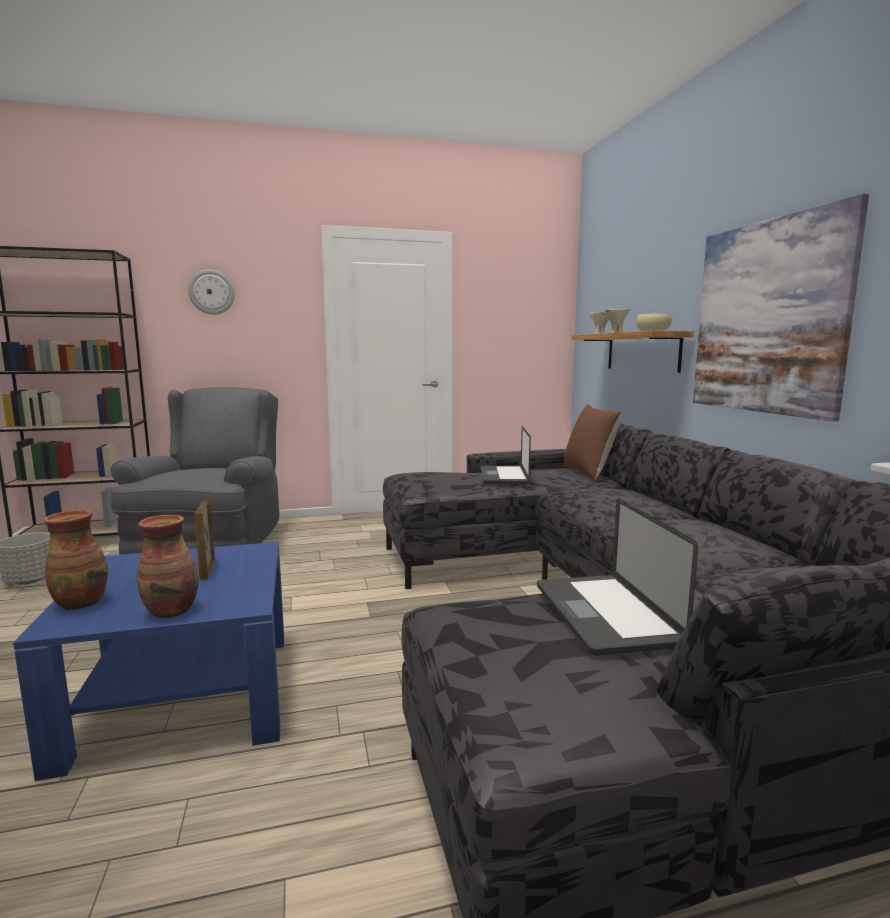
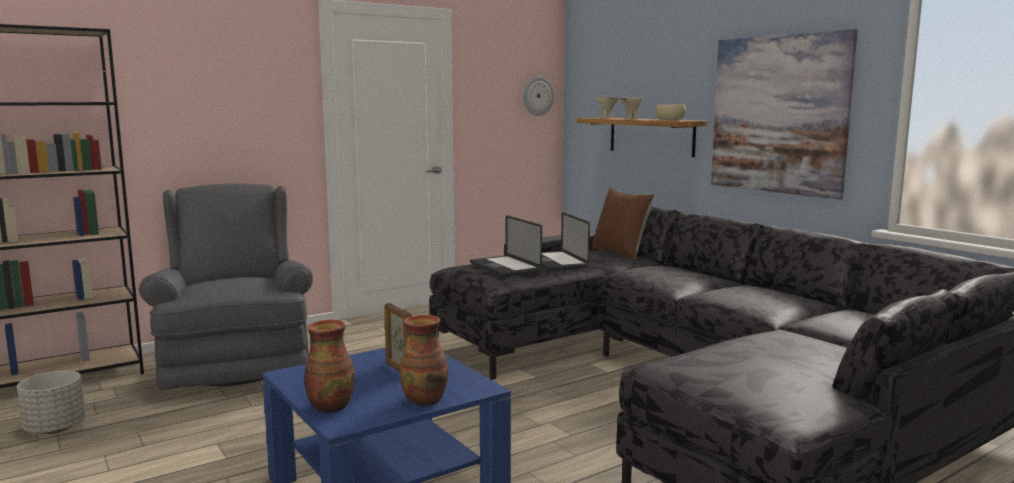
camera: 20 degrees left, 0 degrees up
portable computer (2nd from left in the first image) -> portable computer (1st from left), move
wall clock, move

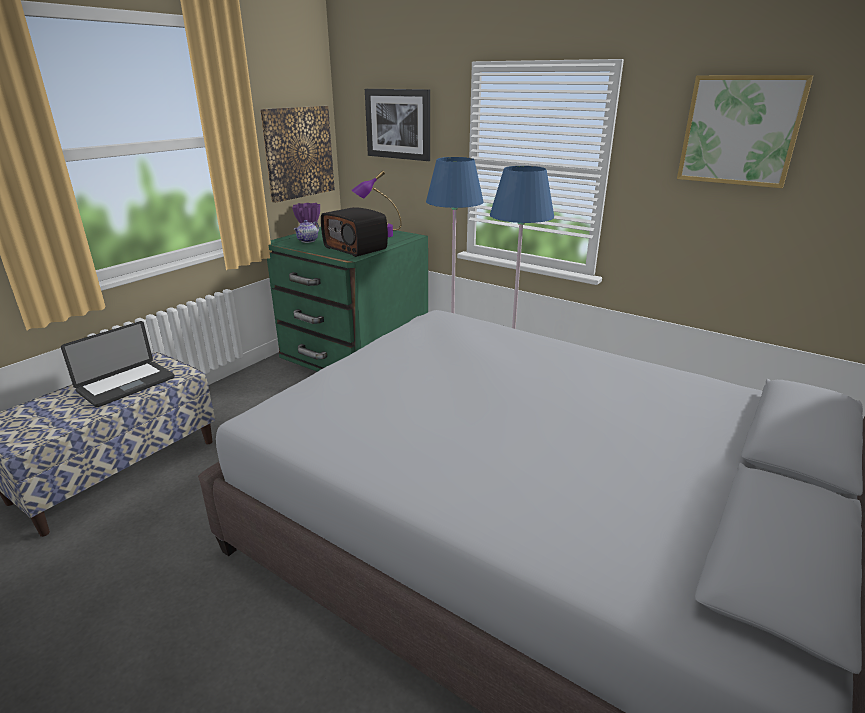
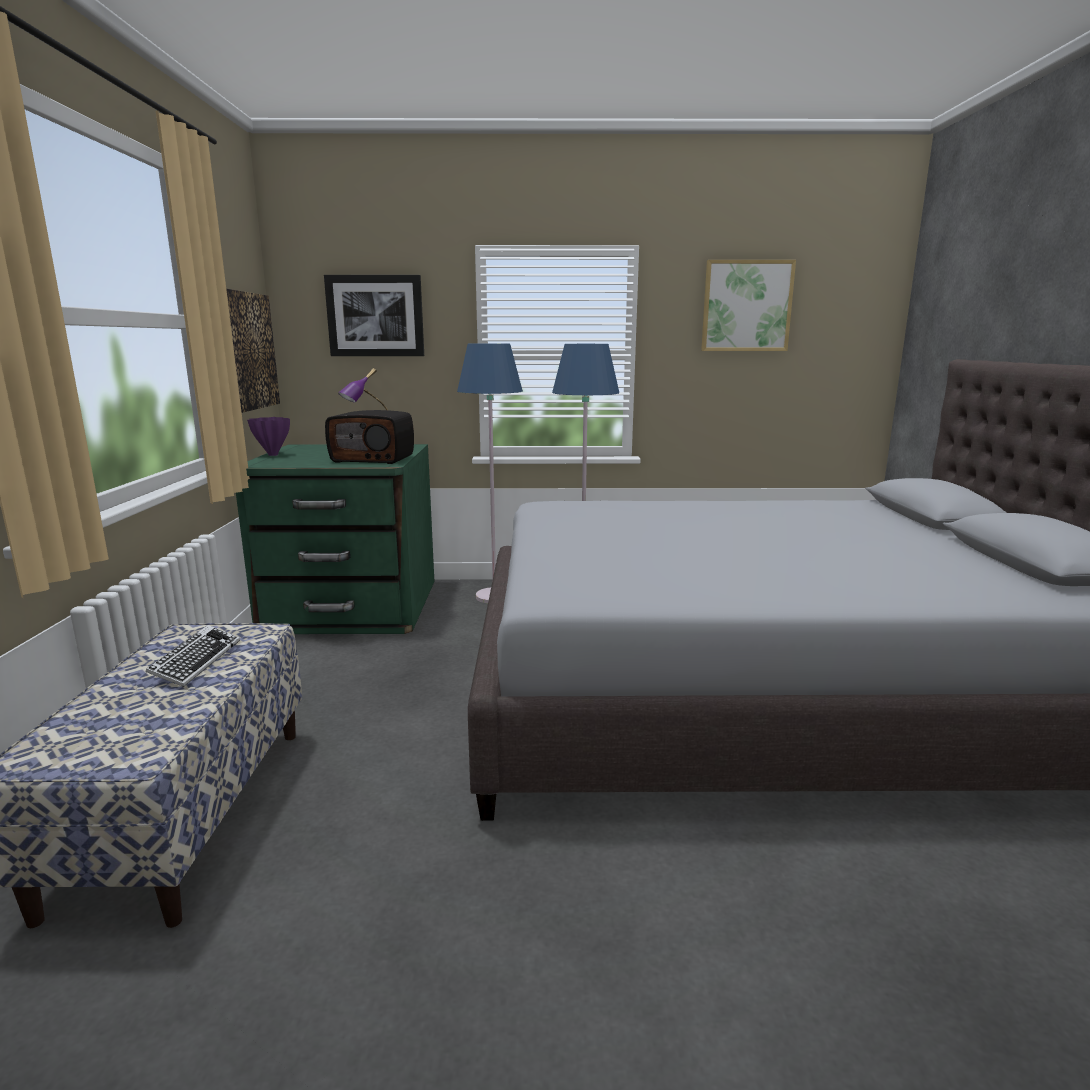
camera: 35 degrees left, 10 degrees down
portable computer -> keyboard
teapot -> none

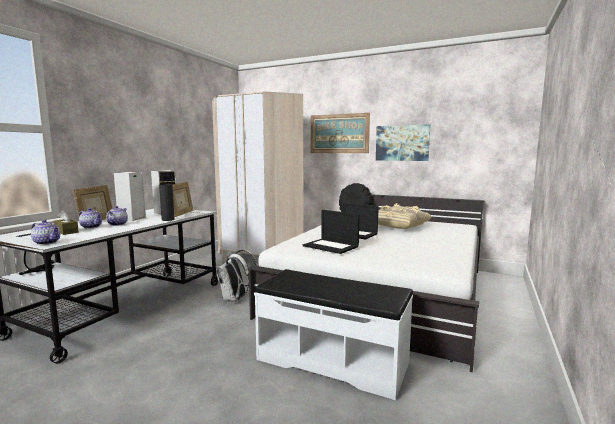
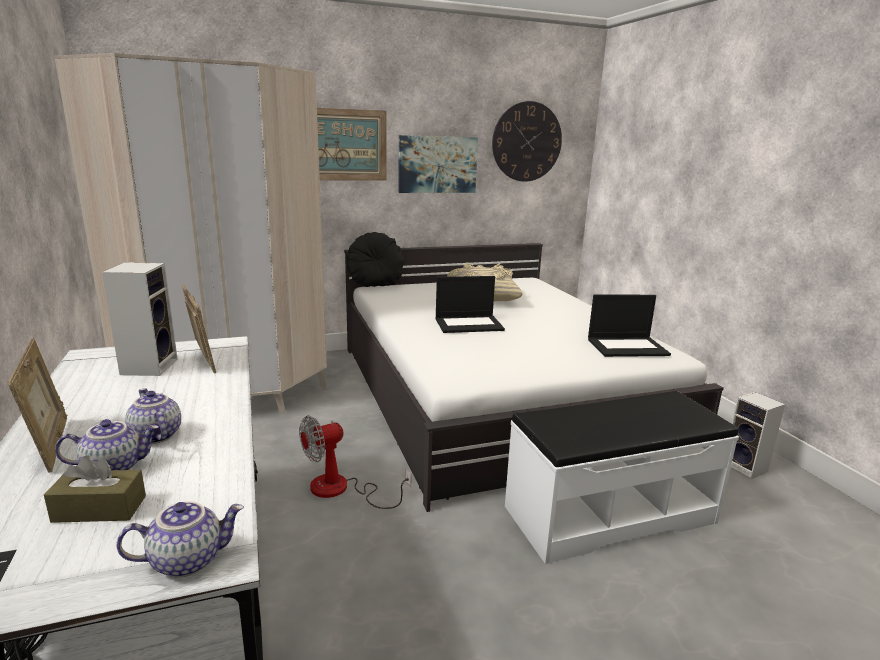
camera: 45 degrees left, 10 degrees up
knapsack (white-coloured) -> electric fan
none -> wall clock
portable computer (1st from left in the first image) -> portable computer (2nd from left), move
audio speaker (1st from left in the first image) -> audio speaker (2nd from left), move
vase (black-coloured) -> none

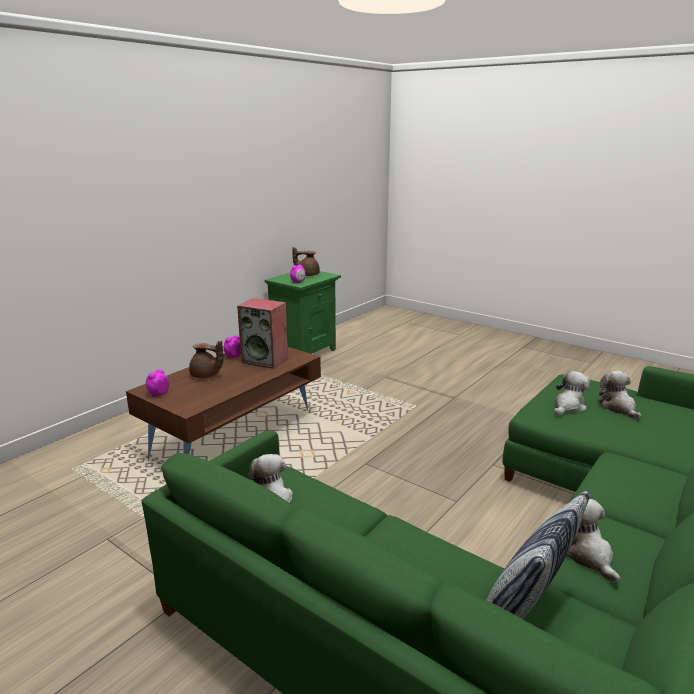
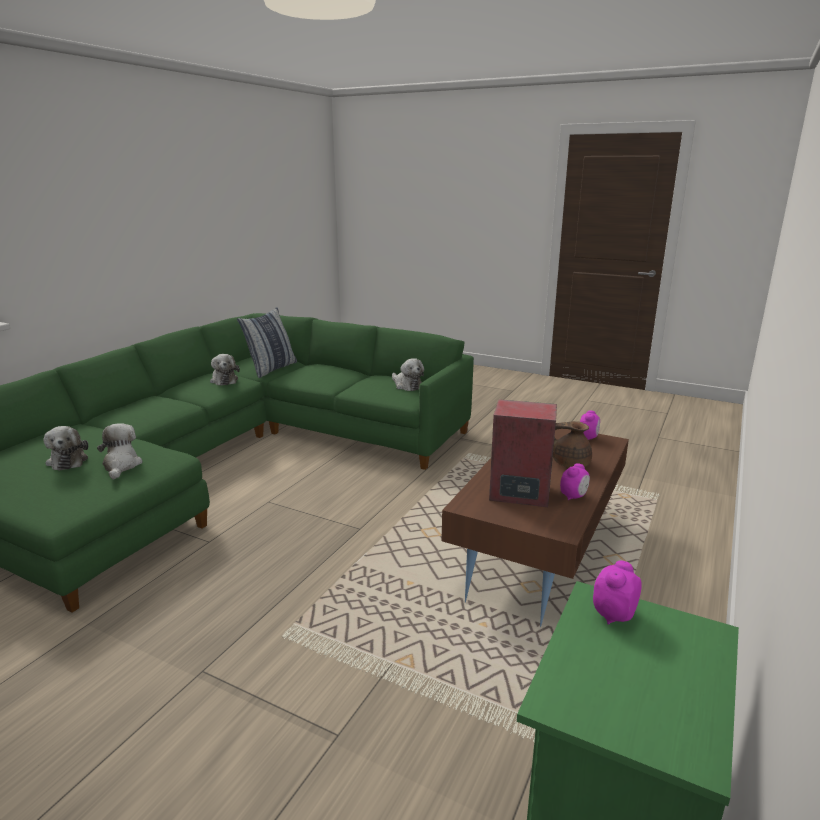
camera: 170 degrees right, 0 degrees up
cuddly toy (2nd from left), 135 degrees clockwise
teapot (brown-coloured) (2nd from left) -> none

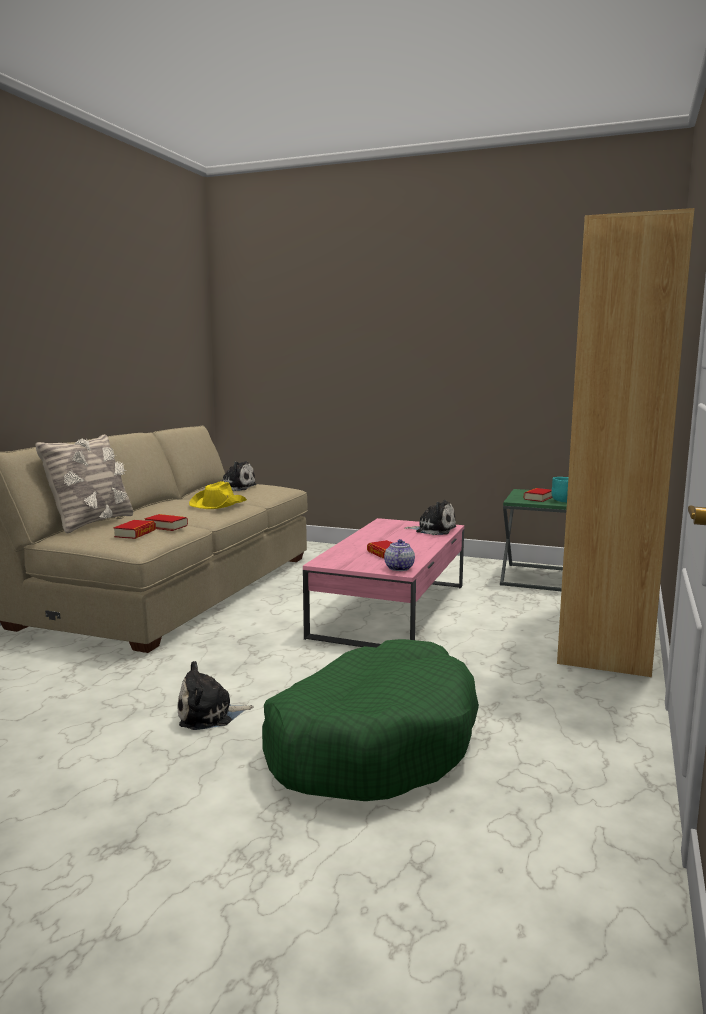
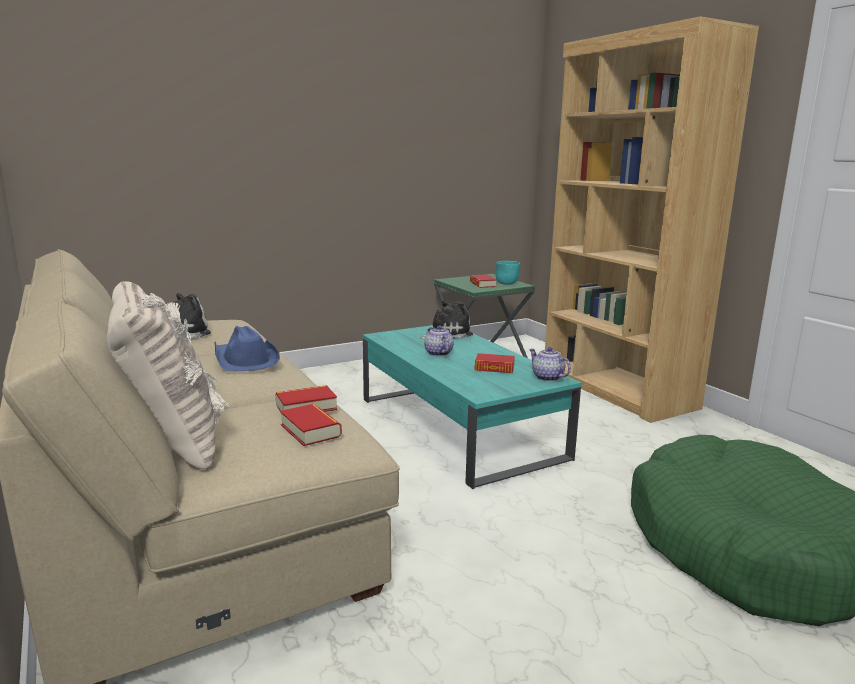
camera: 50 degrees left, 5 degrees up
clothing hat (yellow) -> clothing hat (blue-coloured)
lounge table (pinkish) -> lounge table (blue-green)
none -> teapot (1st from left)
cuddly toy (1st from left) -> none

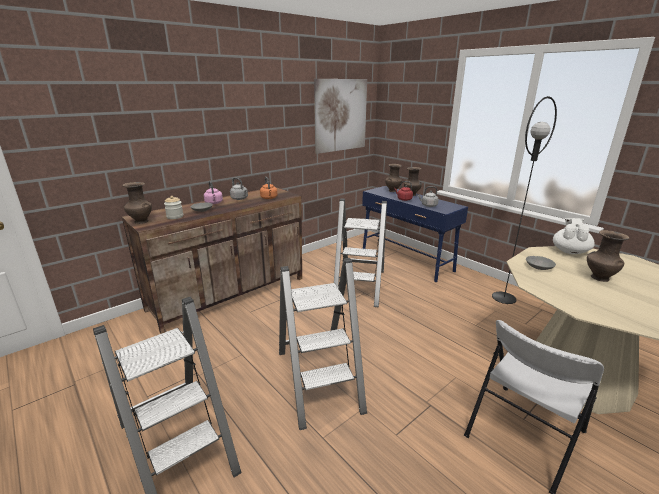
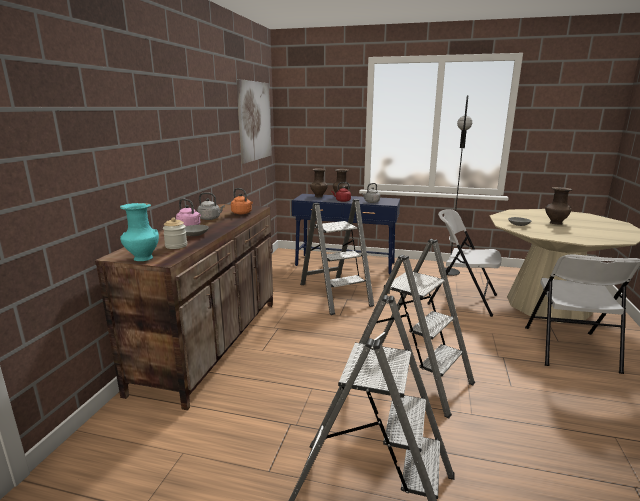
camera: 35 degrees left, 5 degrees down
vase (brown-coloured) (1st from left) -> vase (blue-green)
none -> upright chair (white-coloured) (1st from left)
teapot (white-coloured) -> none

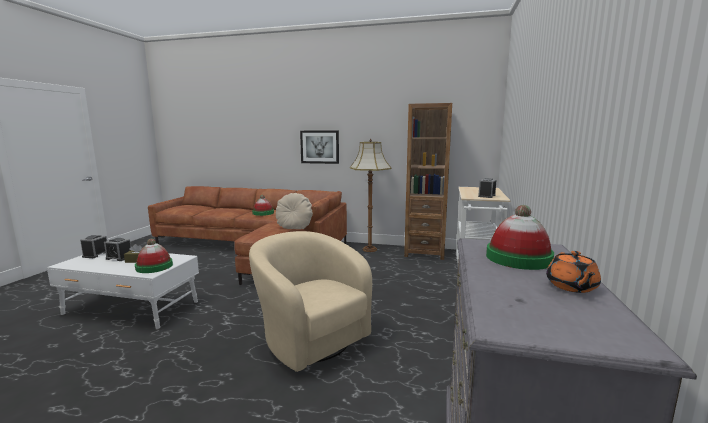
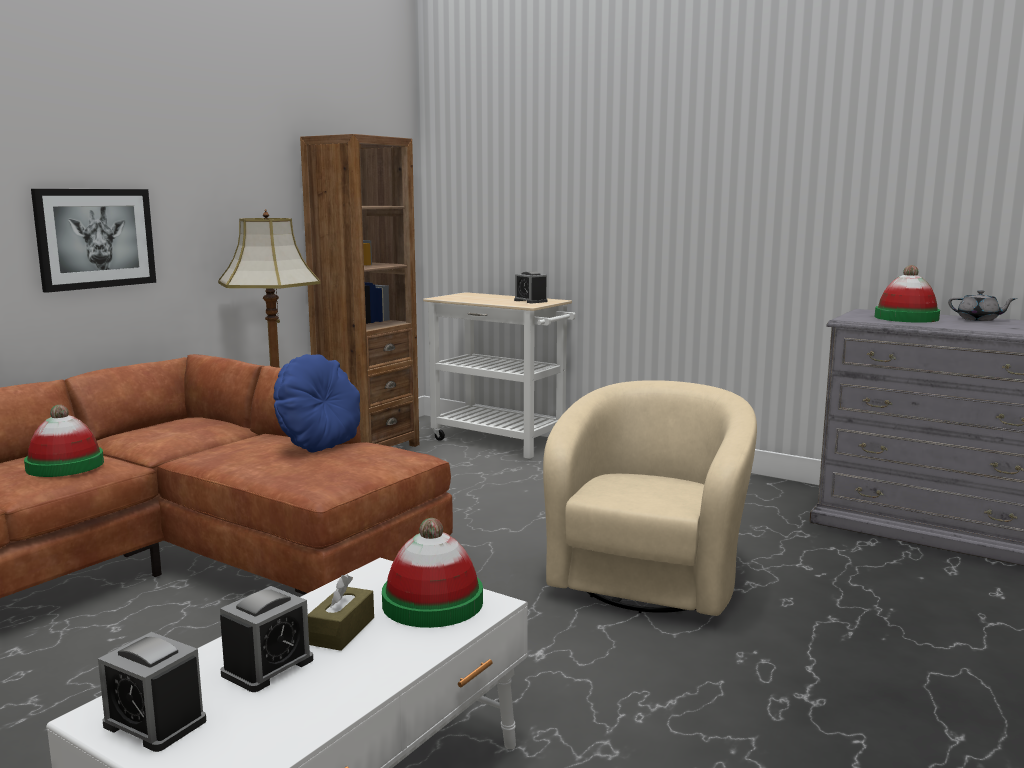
camera: 70 degrees left, 0 degrees up
throw pillow (beige-coloured) -> throw pillow (blue-coloured)
armchair (beige-coloured), 135 degrees clockwise
teapot (orange-coloured) -> teapot (grey)

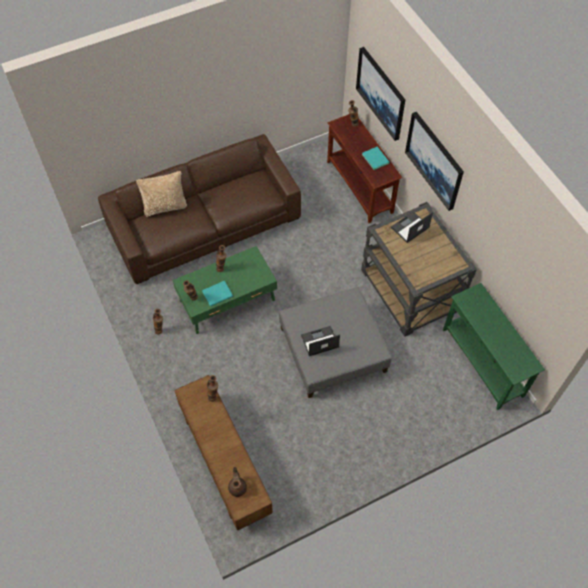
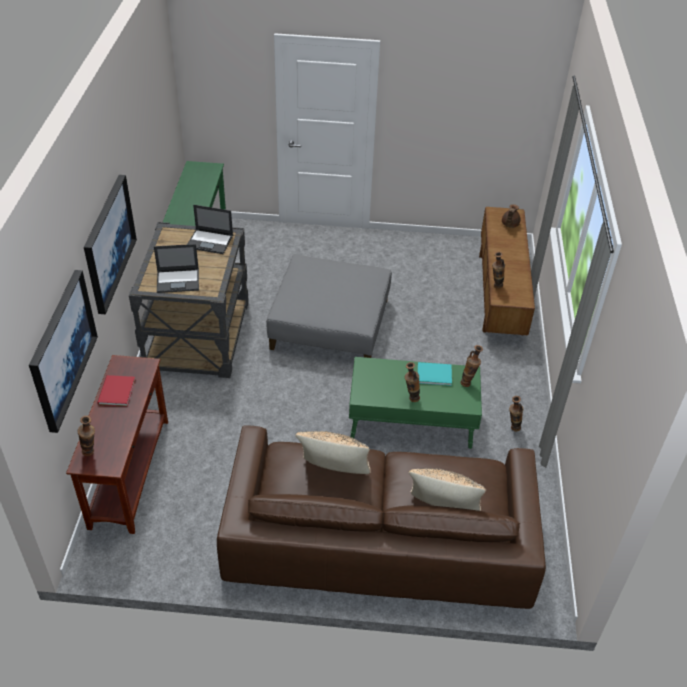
camera: 150 degrees left, 15 degrees down
bound book (blue-green) (2nd from left) -> bound book (reddish)
portable computer (1st from left in the first image) -> portable computer (2nd from left), move
none -> throw pillow (beige-coloured) (1st from left)

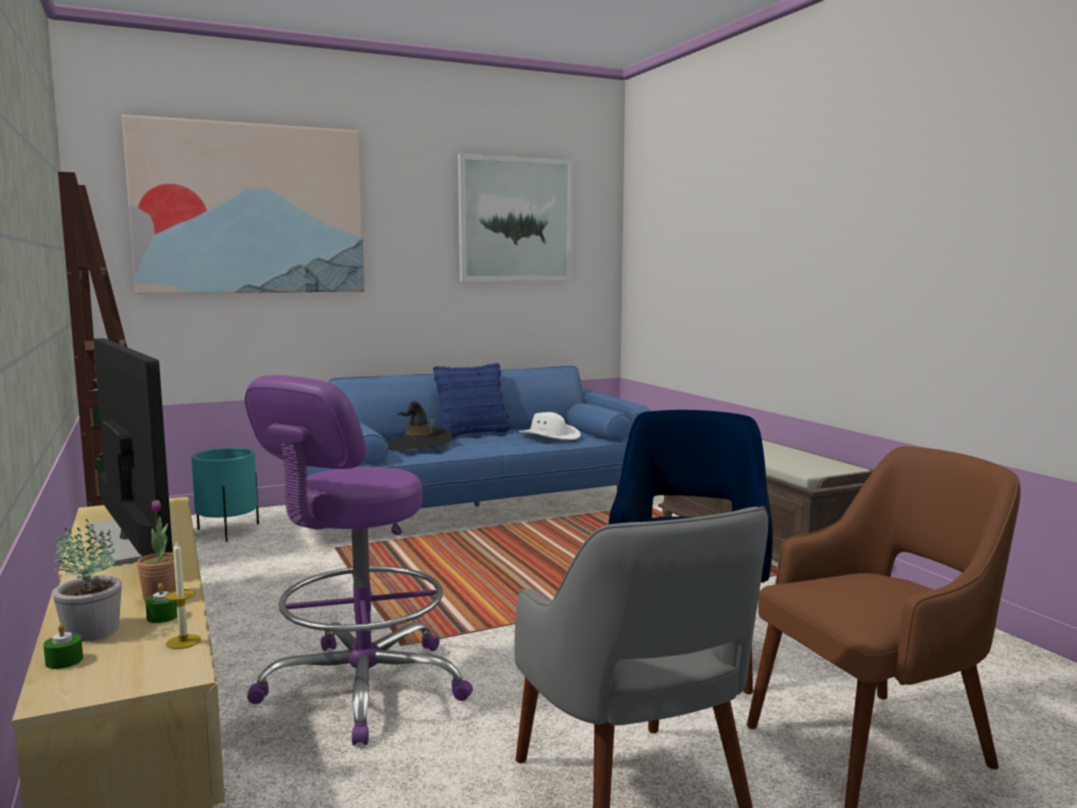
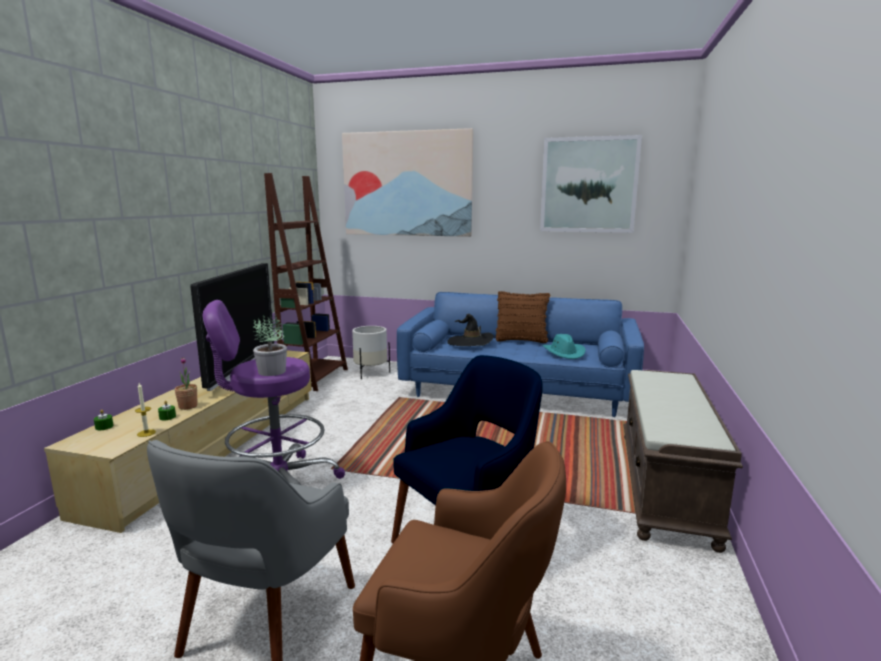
camera: 40 degrees right, 5 degrees up
potted plant (1st from left in the first image) -> potted plant (2nd from left), move
flower pot (blue-green) -> flower pot (white-coloured)
throw pillow (blue-coloured) -> throw pillow (brown-coloured)
clothing hat (white-coloured) -> clothing hat (blue-green)

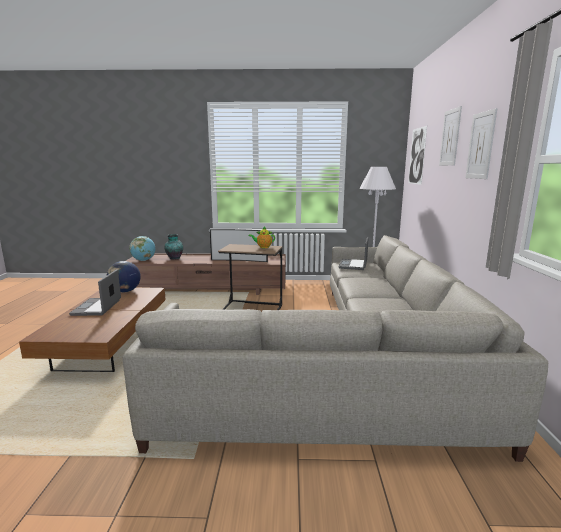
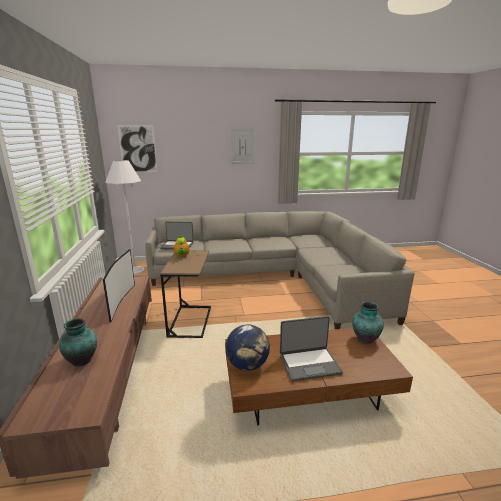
camera: 100 degrees left, 5 degrees up
none -> vase (2nd from left)
world globe (2nd from left) -> none
wall picture (2nd from left) -> none

